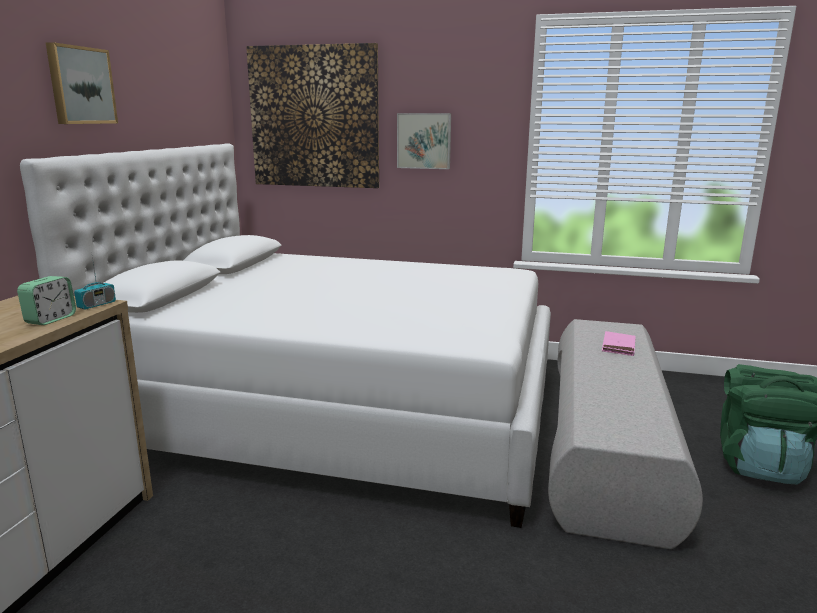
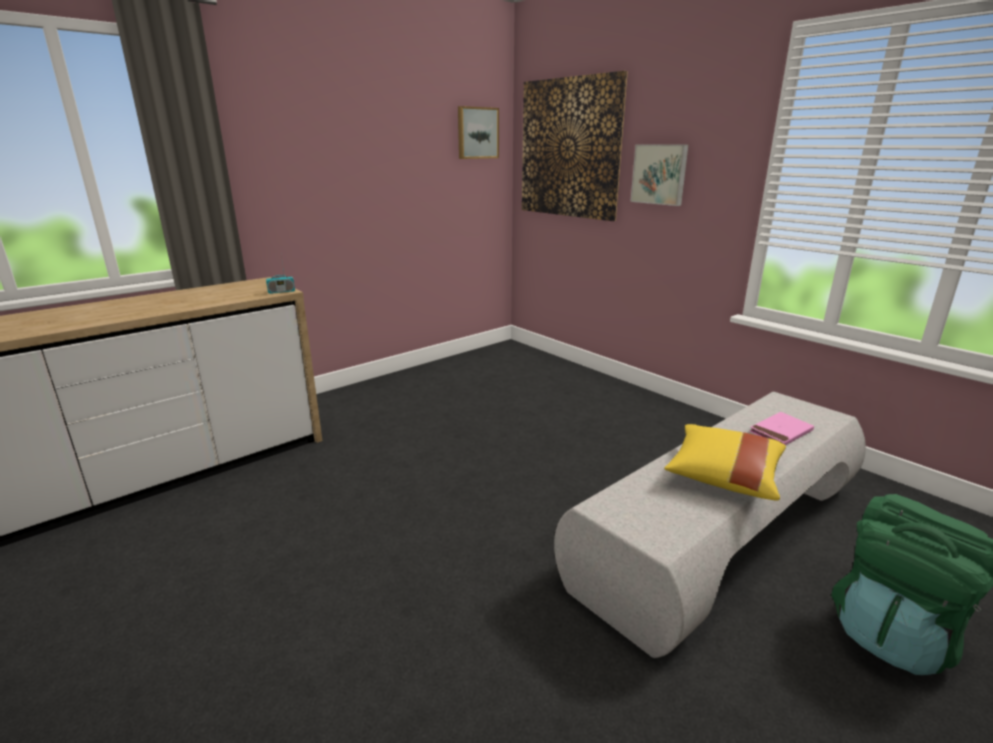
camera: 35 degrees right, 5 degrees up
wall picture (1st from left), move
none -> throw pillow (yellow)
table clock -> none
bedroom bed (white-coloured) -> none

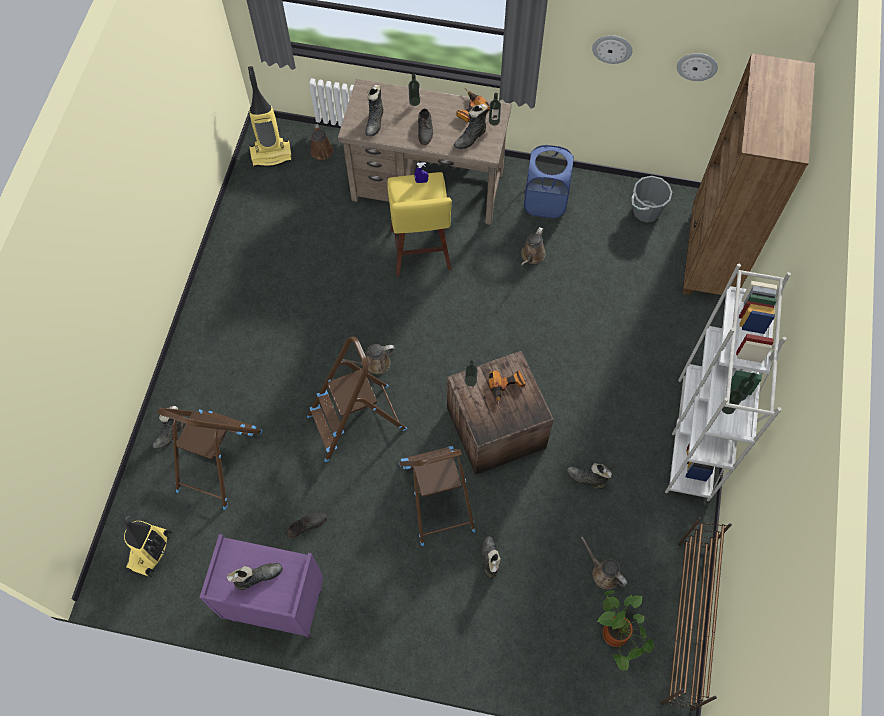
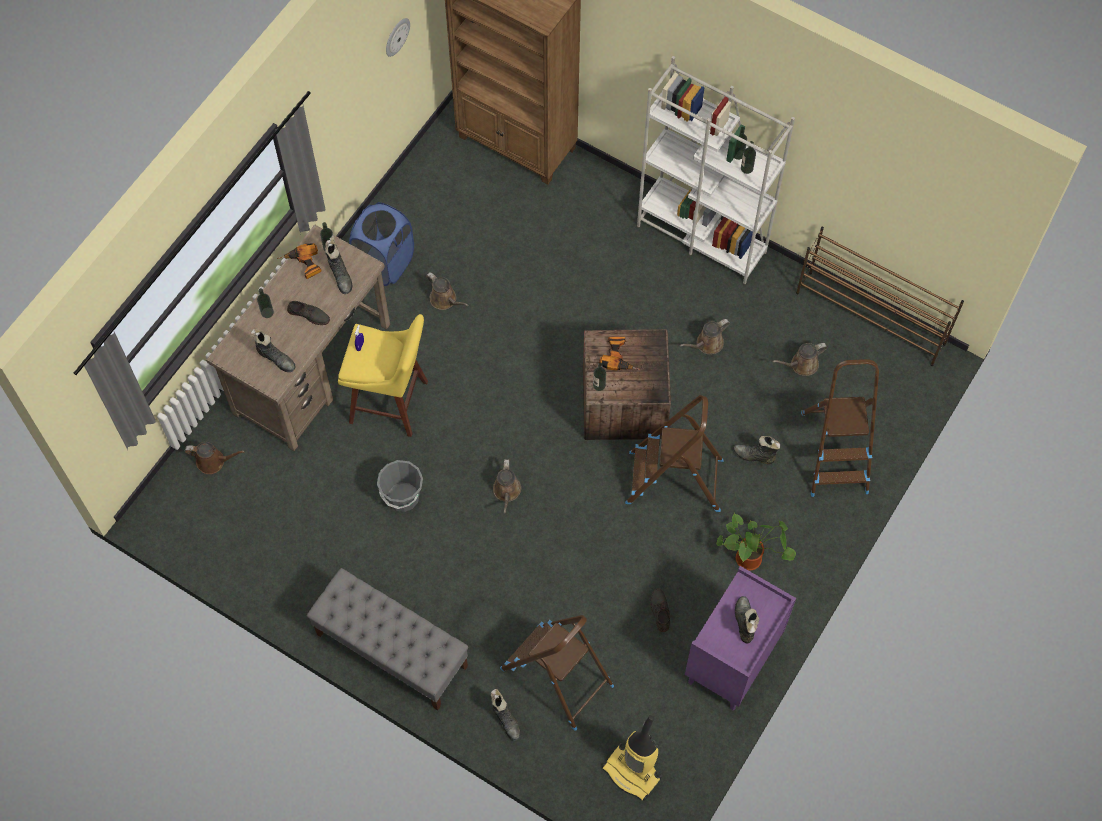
camera: 70 degrees left, 0 degrees up
none -> indoor bench (grey)
bucket (grey), move
tall boot (black-coloured) (6th from left) -> sprinkling can (brown-coloured) (4th from left)
potted plant, move
stepladder (brown-coloured) (2nd from left in the first image) -> stepladder (brown-coloured) (3rd from left), move
vacuum (2nd from left) -> none
wall clock (1st from left) -> none

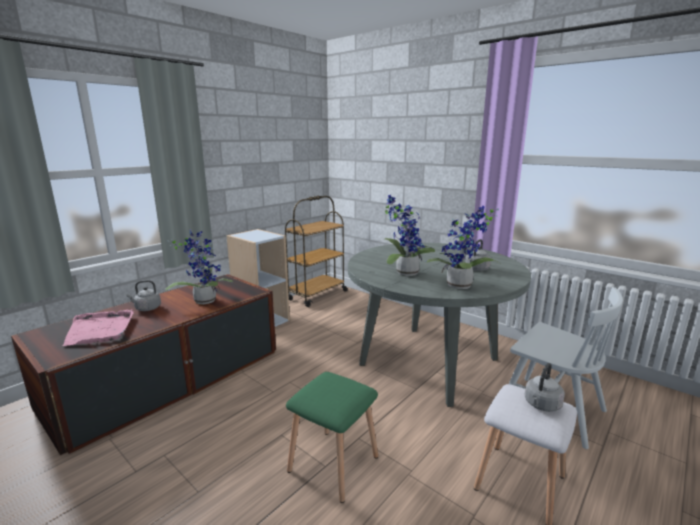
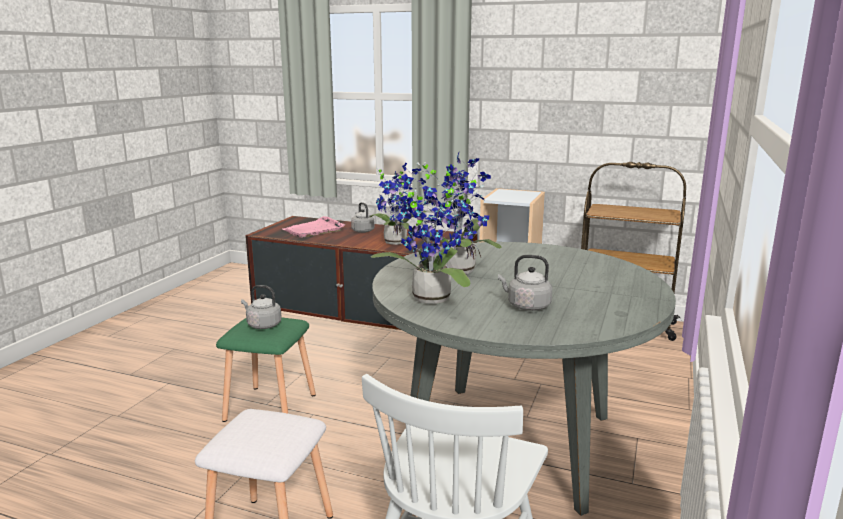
camera: 70 degrees right, 0 degrees up
water kettle (grey) (3rd from left in the first image) -> water kettle (grey) (1st from left), move

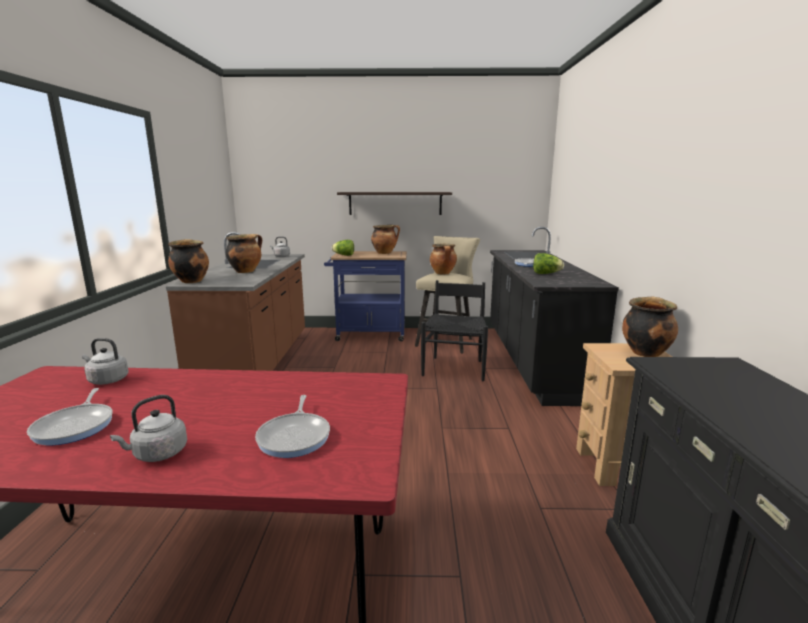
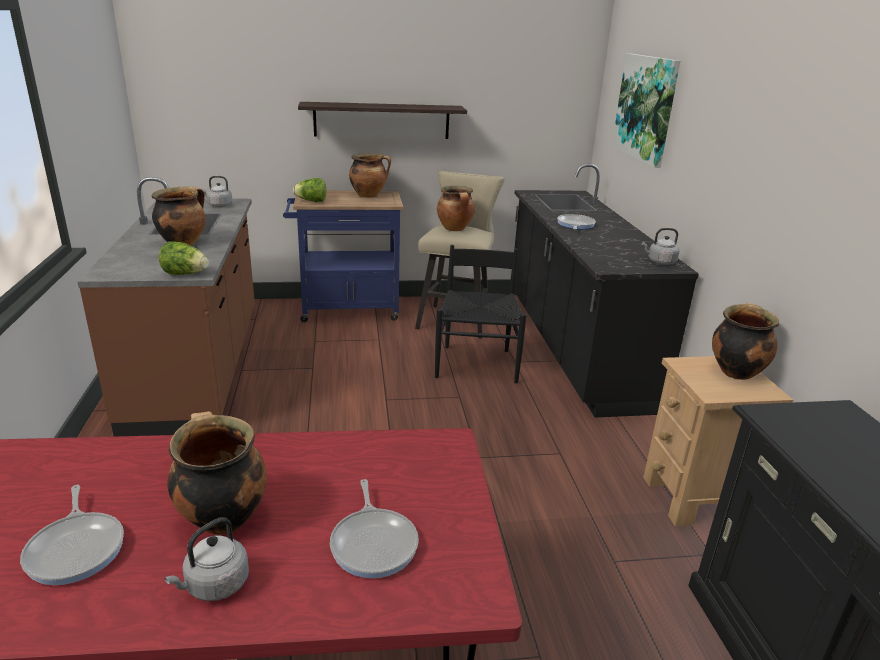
camera: 10 degrees left, 10 degrees up
lettuce head (2nd from left in the first image) -> lettuce head (1st from left), move
saucepot (1st from left in the first image) -> saucepot (2nd from left), move
none -> wall picture
water kettle (grey) (1st from left in the first image) -> water kettle (grey) (3rd from left), move

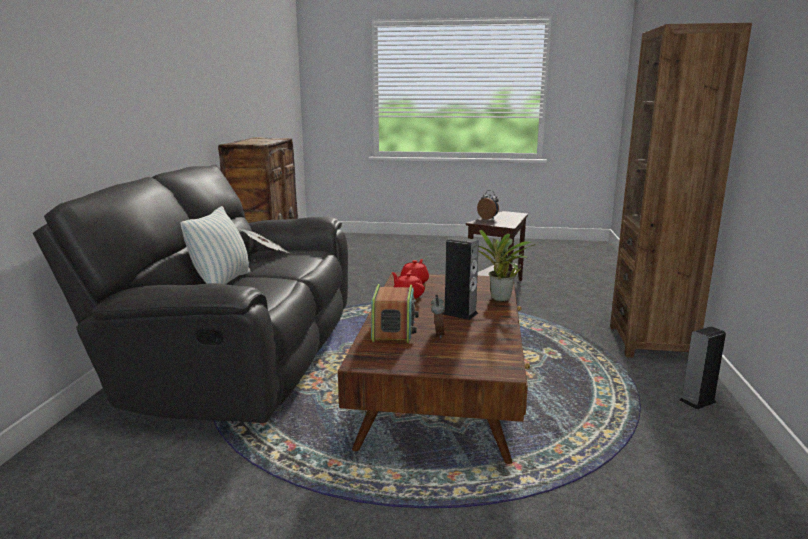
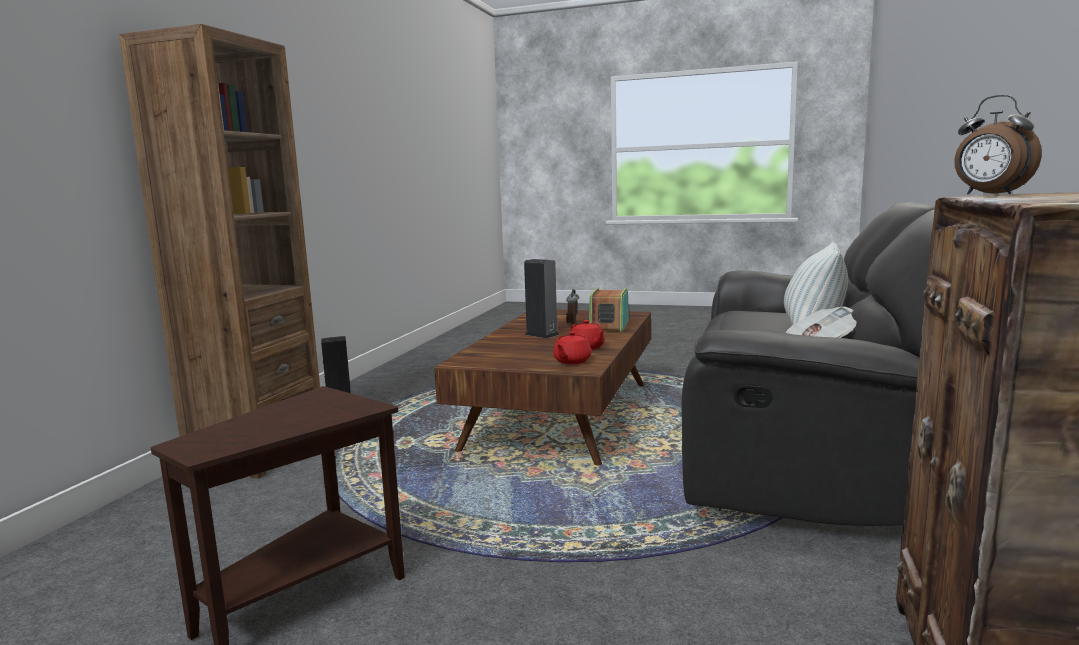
camera: 170 degrees left, 5 degrees down
table clock (2nd from left), move
potted plant -> none

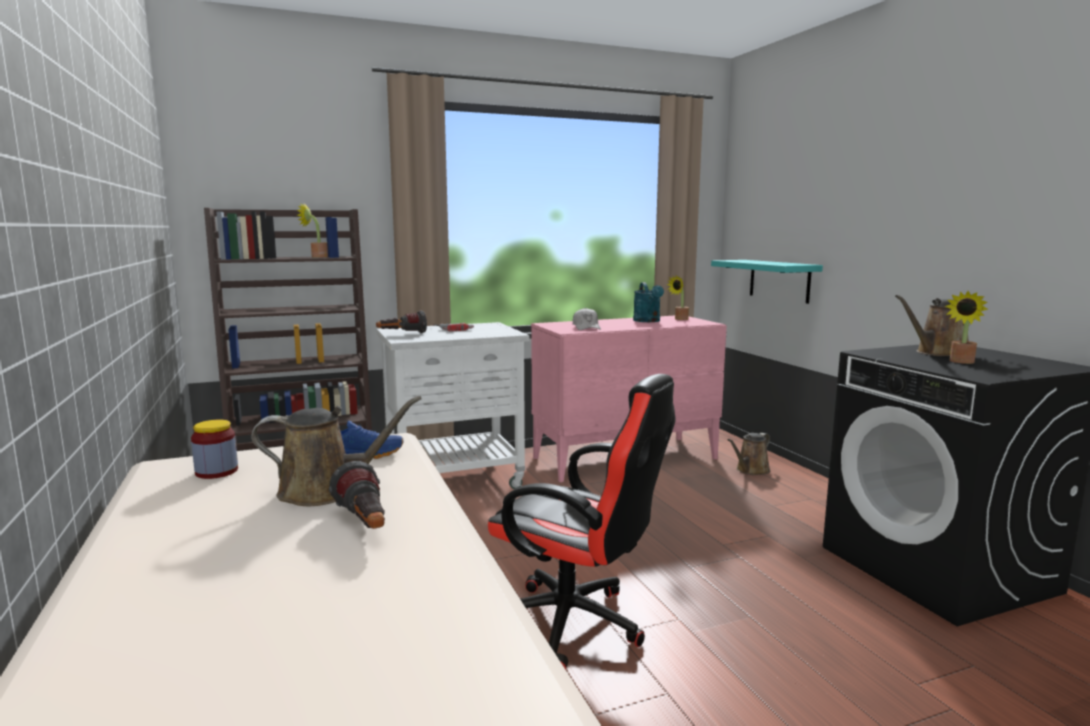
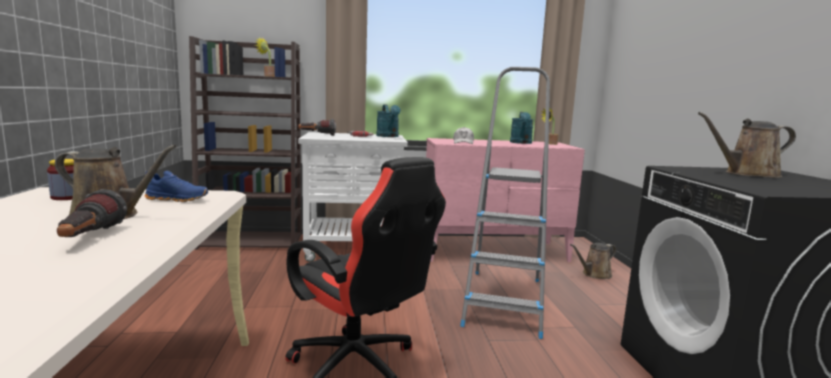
camera: 15 degrees right, 0 degrees up
none -> sprinkling can (blue-green) (1st from left)
none -> stepladder (grey)
wall shelf (blue-green) -> none
potted plant (3rd from left) -> none

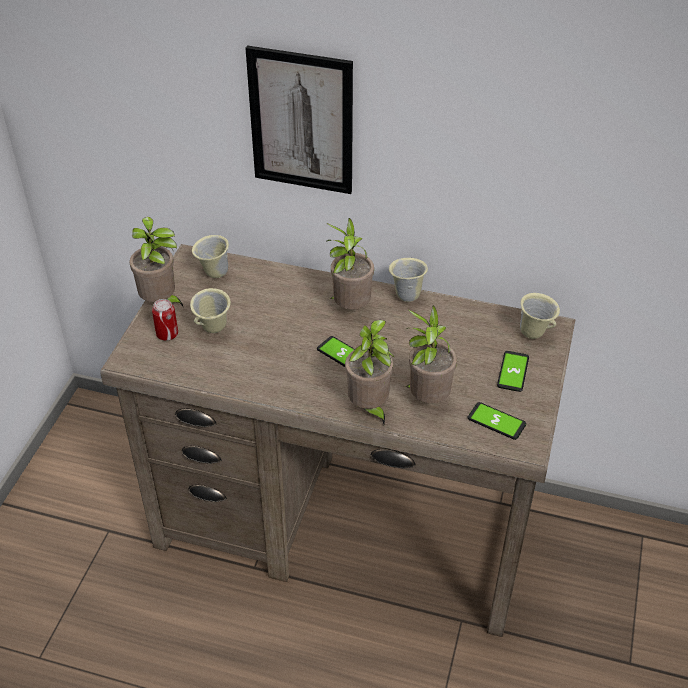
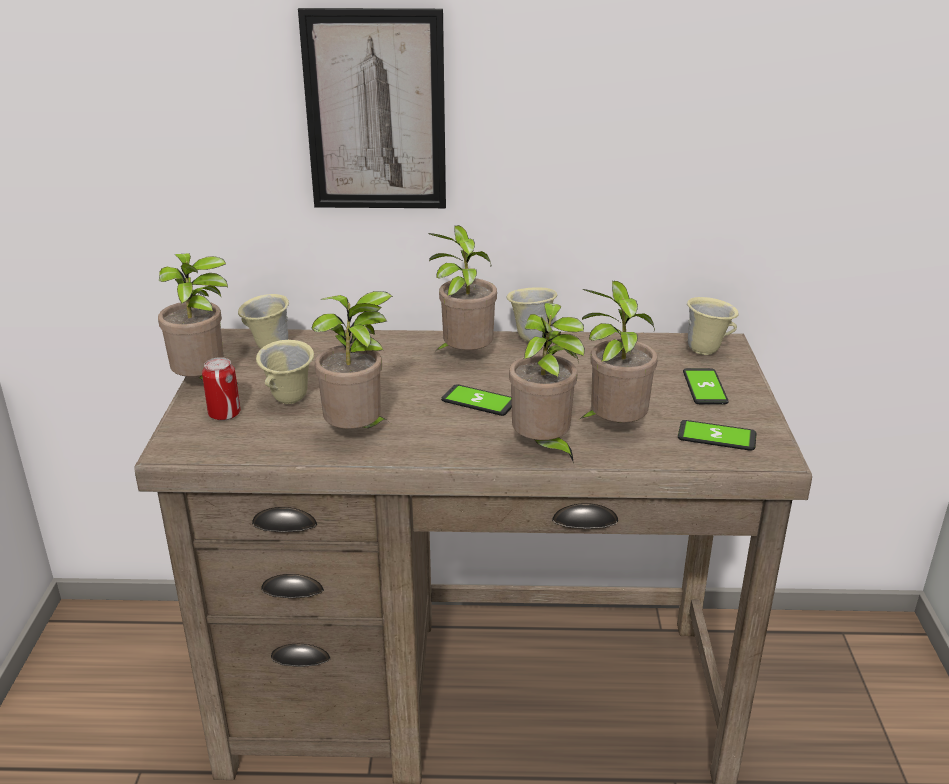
camera: 15 degrees left, 15 degrees down
none -> potted plant (2nd from left)

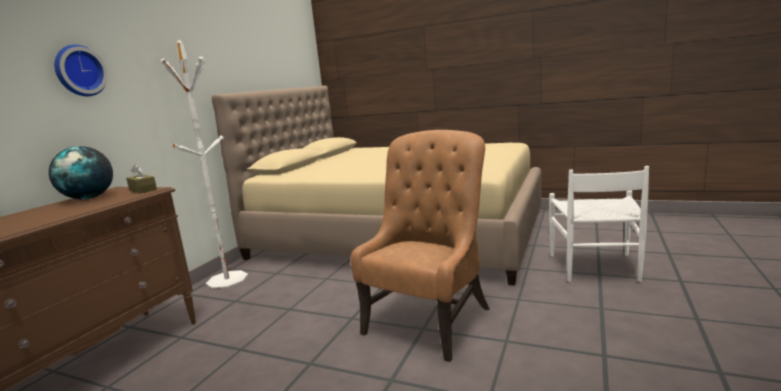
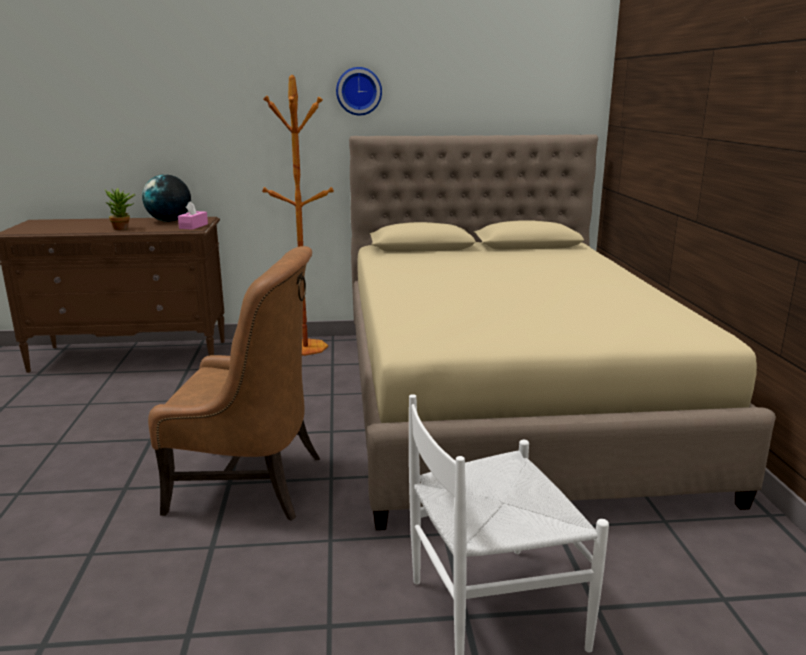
camera: 60 degrees right, 5 degrees up
none -> potted plant
box of tissues (brown-coloured) -> box of tissues (pinkish)
garment stand (white-coloured) -> garment stand (orange-coloured)
wall clock, move

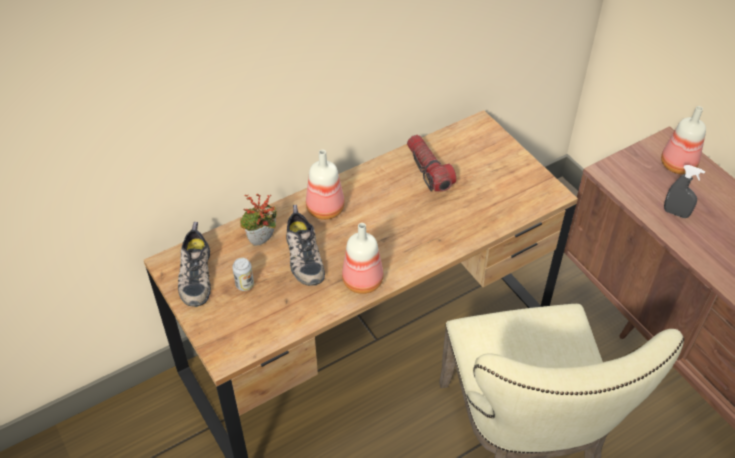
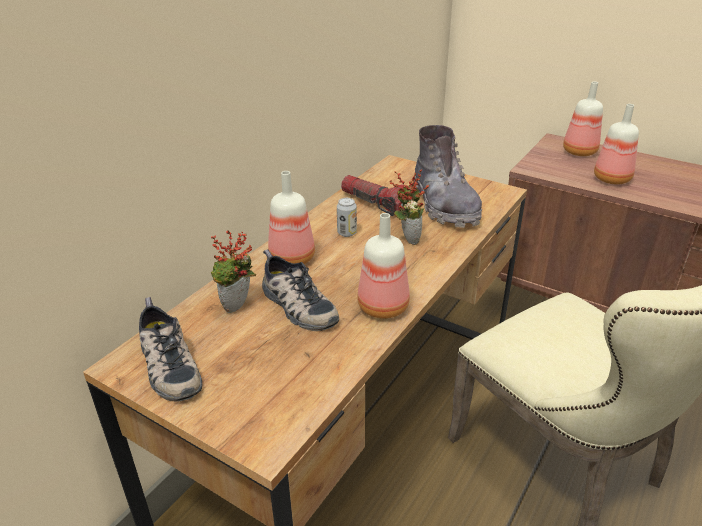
camera: 25 degrees left, 15 degrees down
can, move
none -> potted plant (2nd from left)
none -> tall boot (grey)
hand sprayer (grey) -> bottle (4th from left)

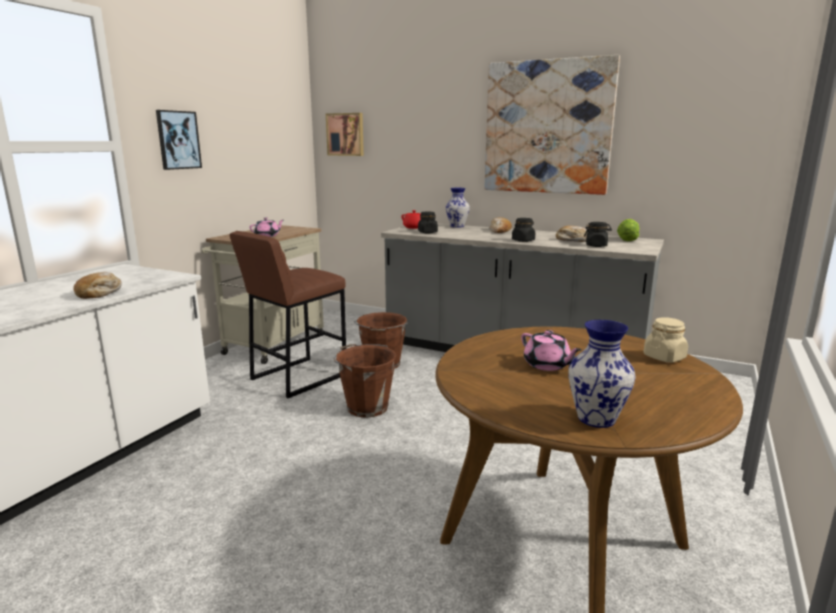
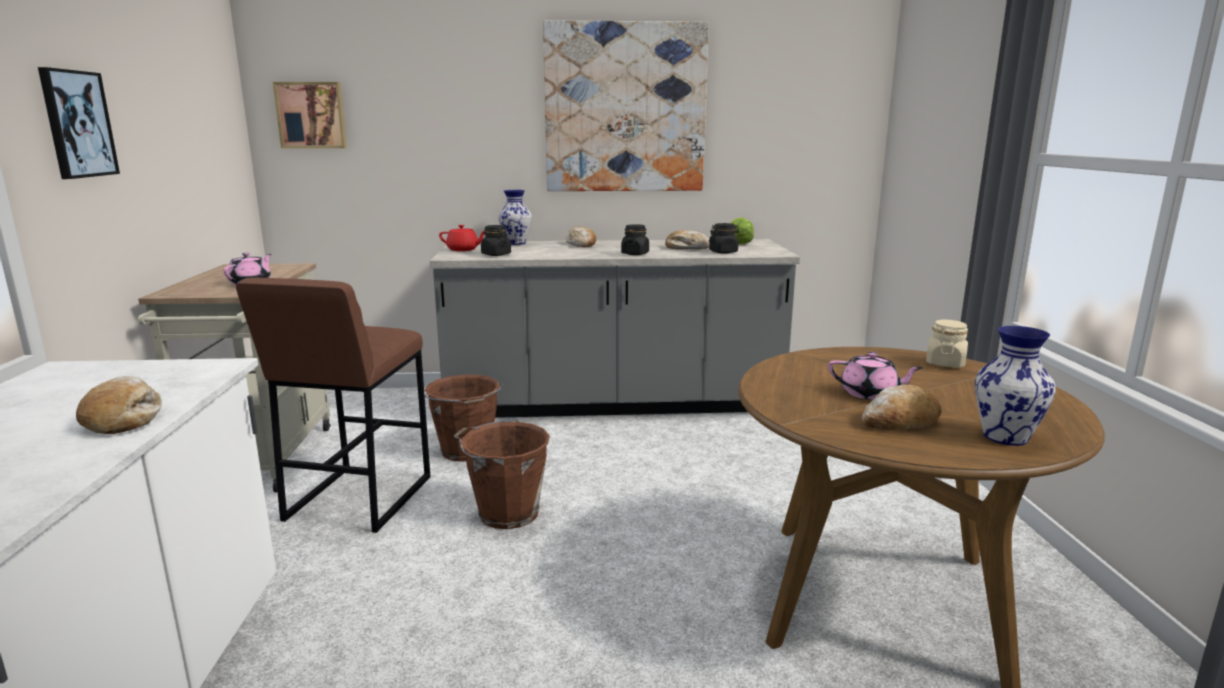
camera: 30 degrees left, 0 degrees up
none -> bread (4th from left)

